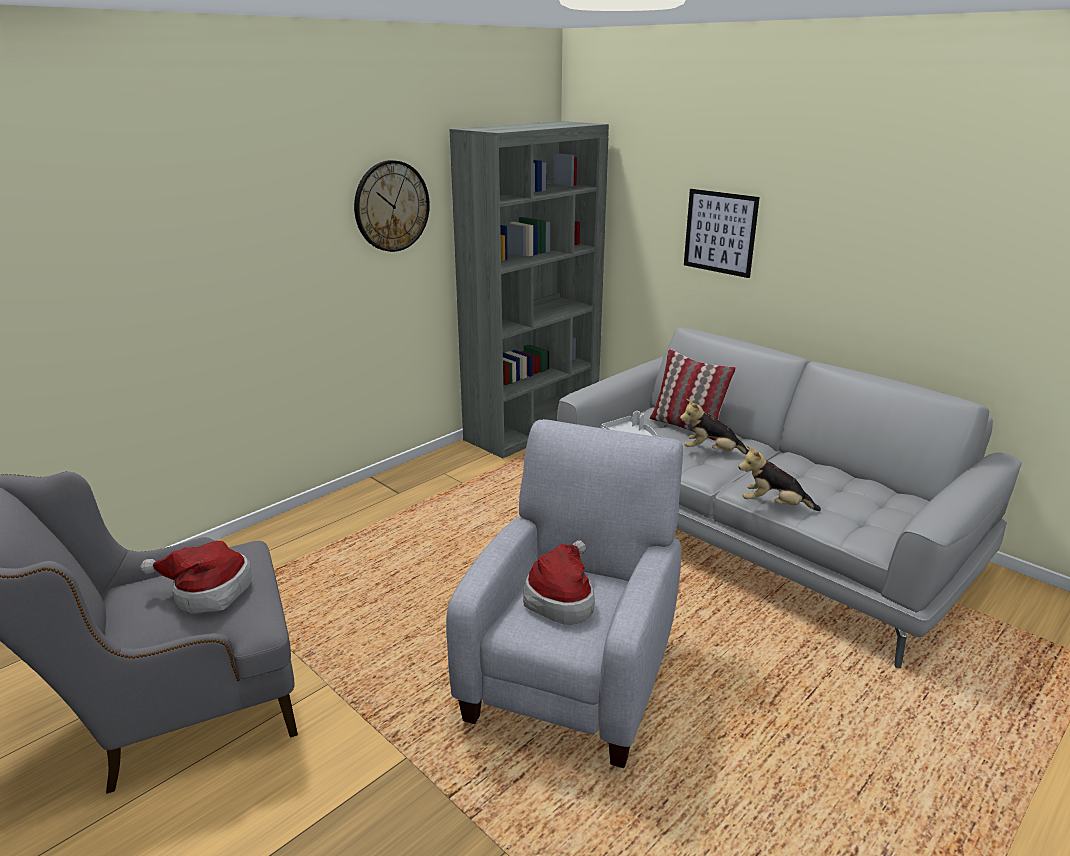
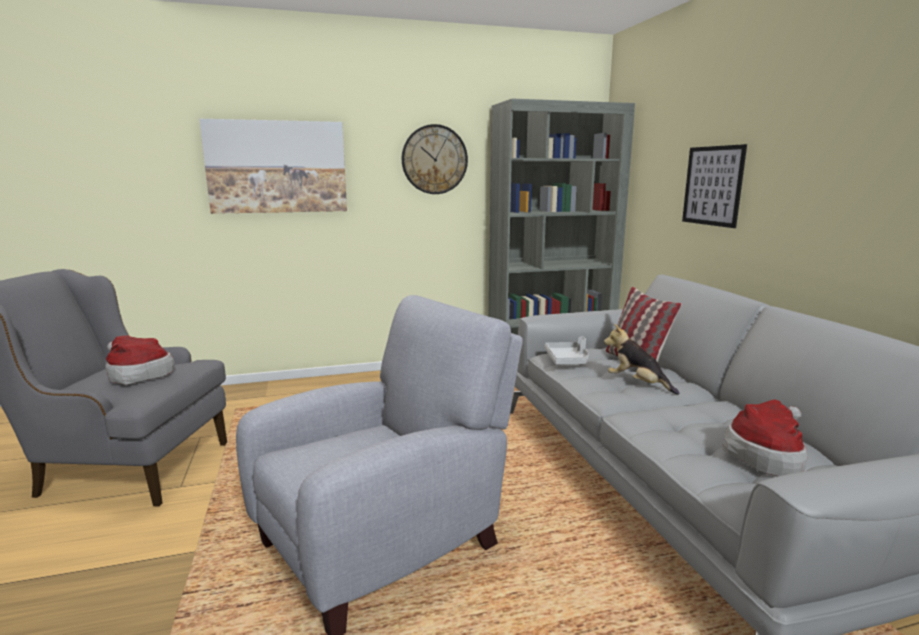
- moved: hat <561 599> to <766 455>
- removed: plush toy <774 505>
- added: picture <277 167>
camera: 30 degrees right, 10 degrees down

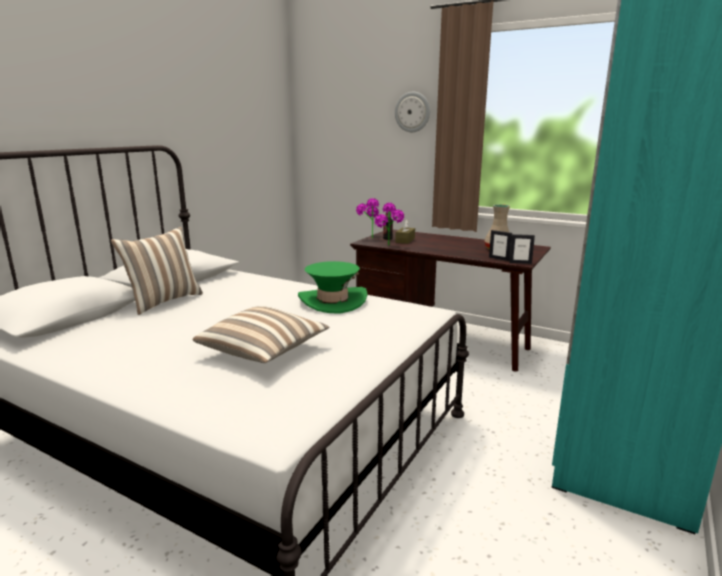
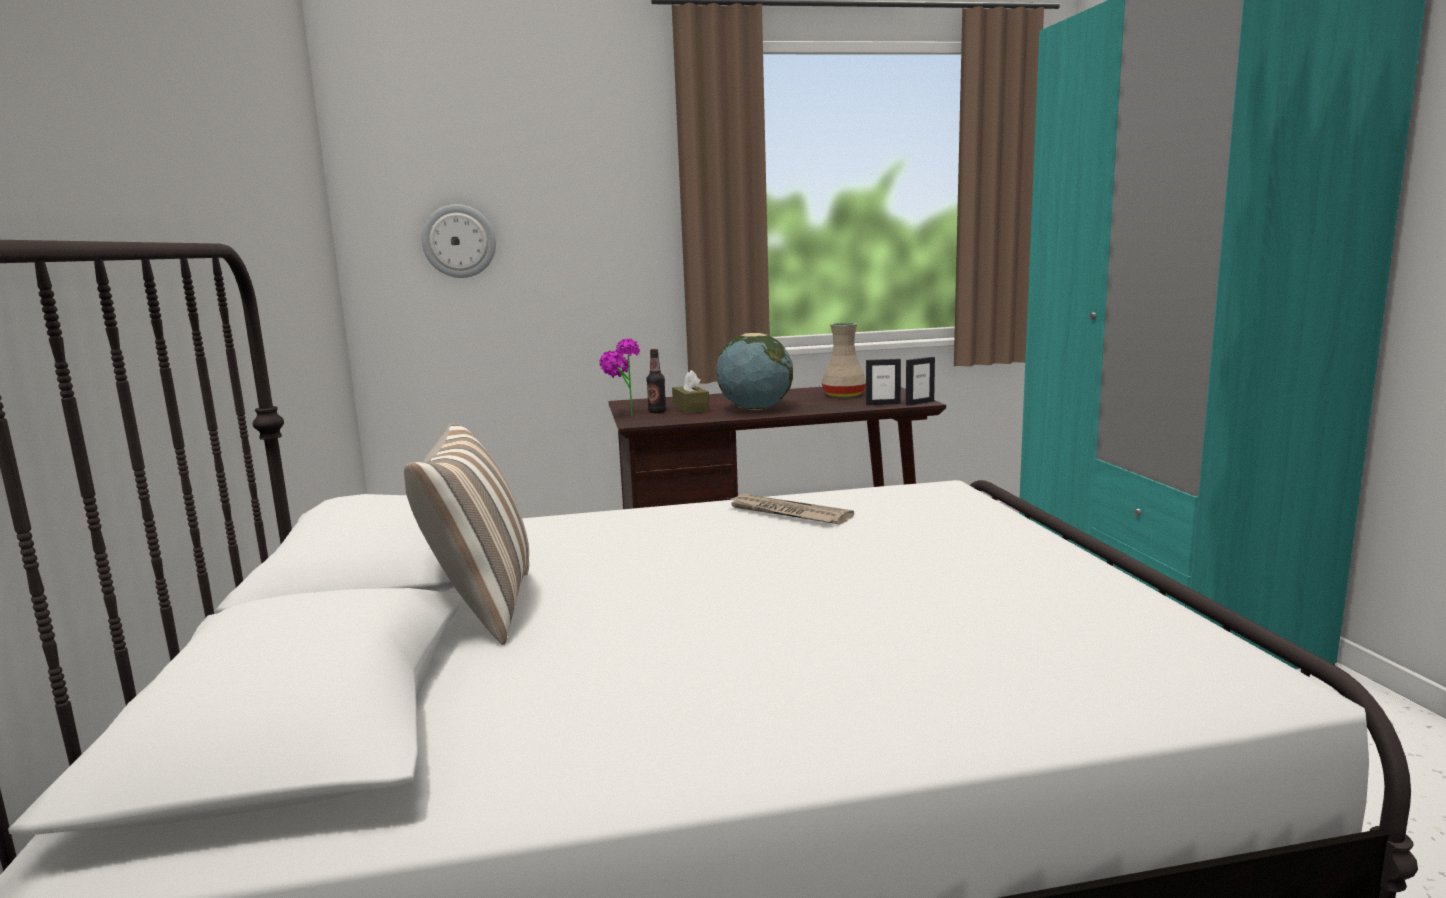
- removed: pillow <264 351>
- replaced: hat (green) <332 301> to newspaper <787 513>
- removed: potted plant <389 246>
- moved: wall clock <412 112> to <459 241>
- added: globe <755 409>
camera: 40 degrees left, 5 degrees down

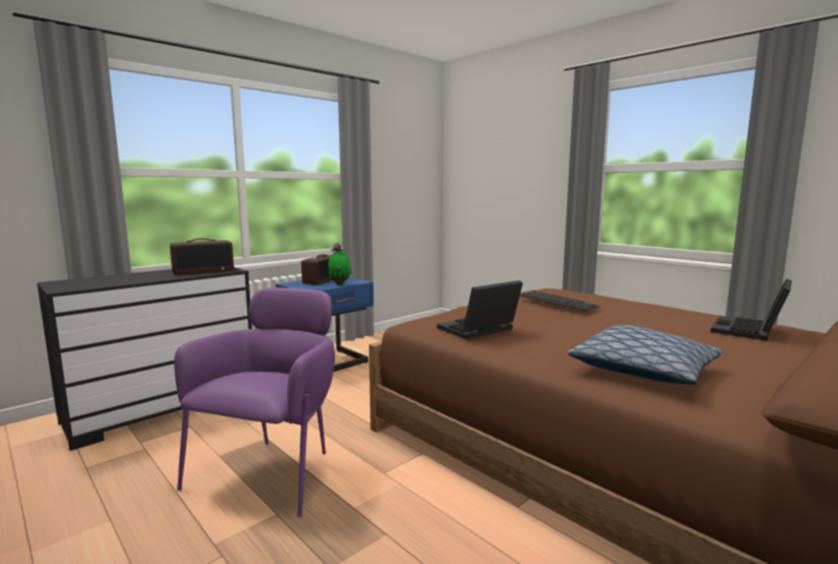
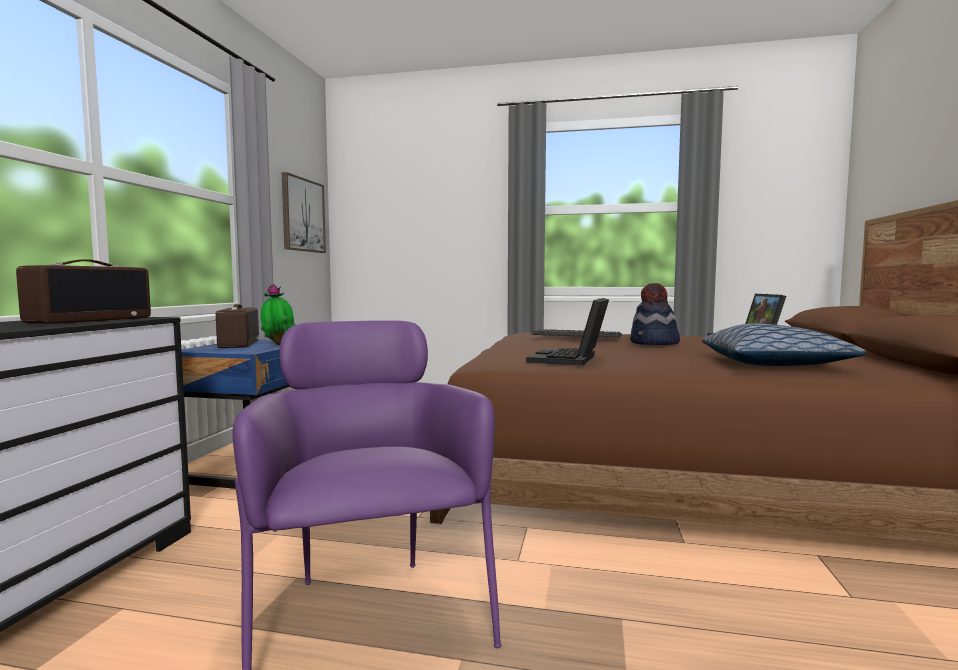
- added: picture <302 215>
- added: hat <654 343>
camera: 35 degrees left, 5 degrees down

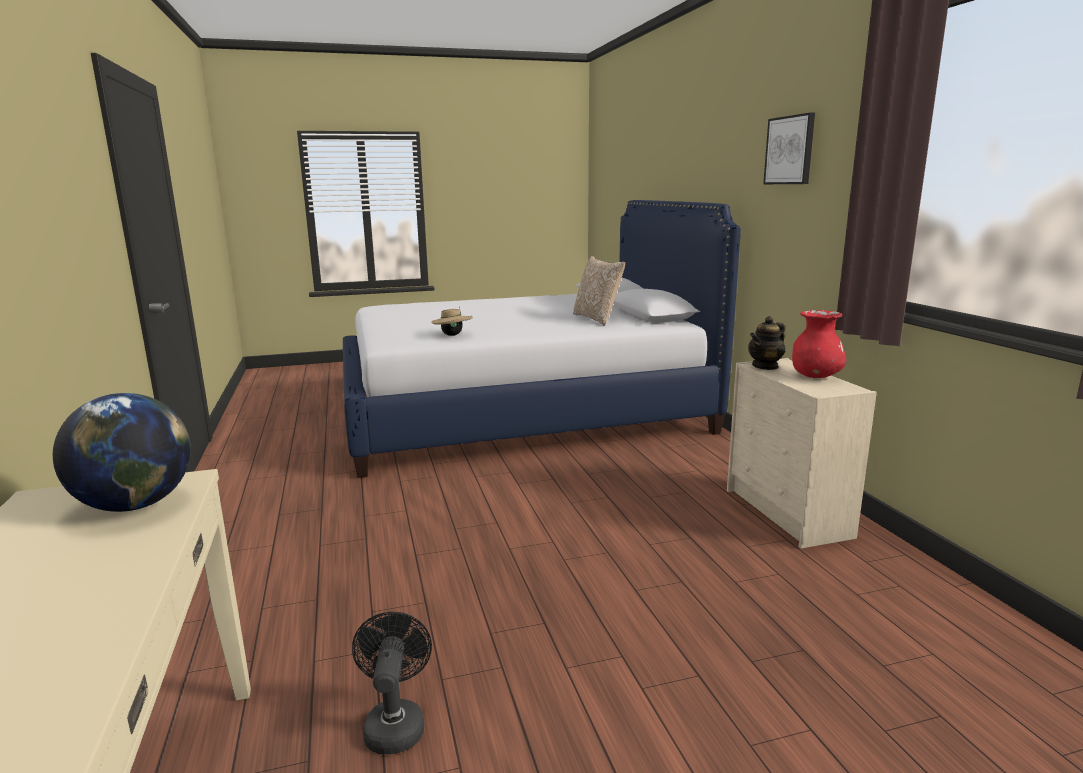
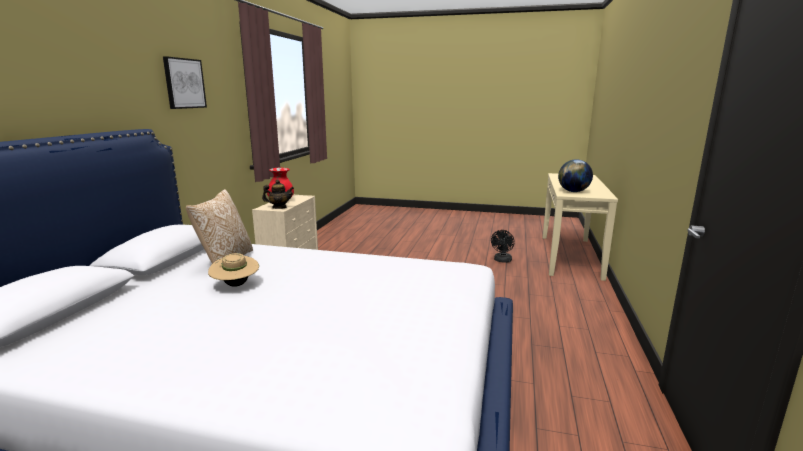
- moved: hat (beige) <452 335> to <235 285>
camera: 150 degrees left, 0 degrees up

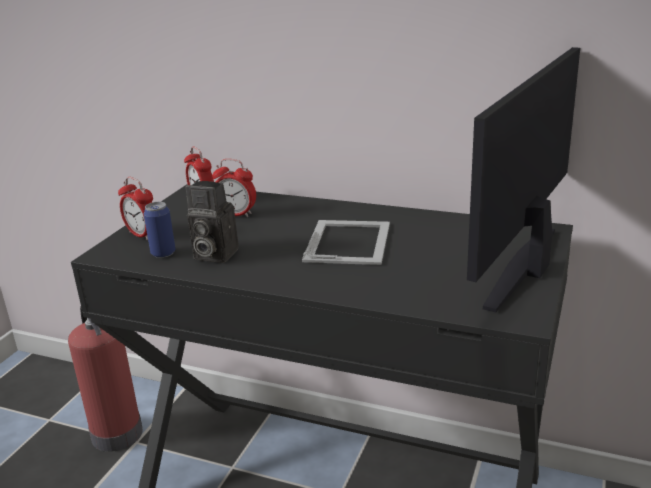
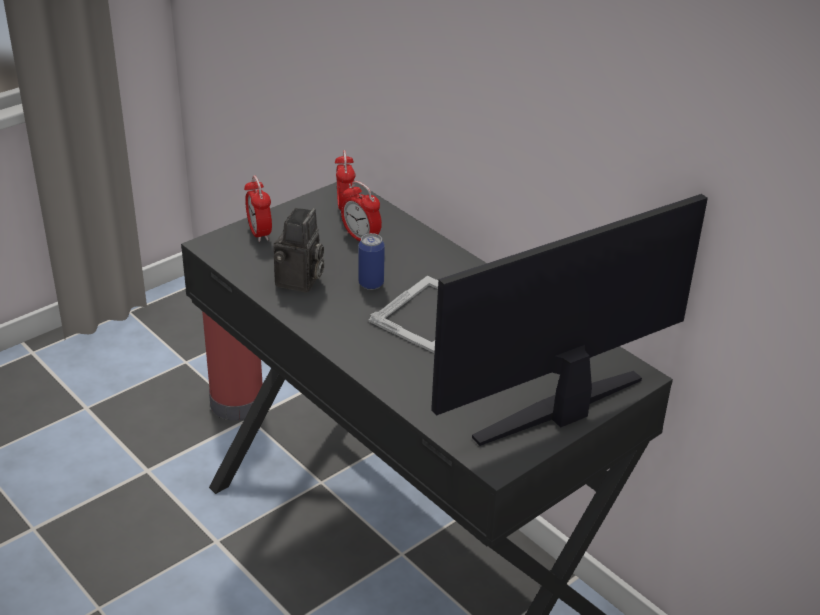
- moved: can <163 253> to <371 283>
- turned: photo camera <212 255> = <300 282> 120 degrees counterclockwise
camera: 25 degrees right, 10 degrees up

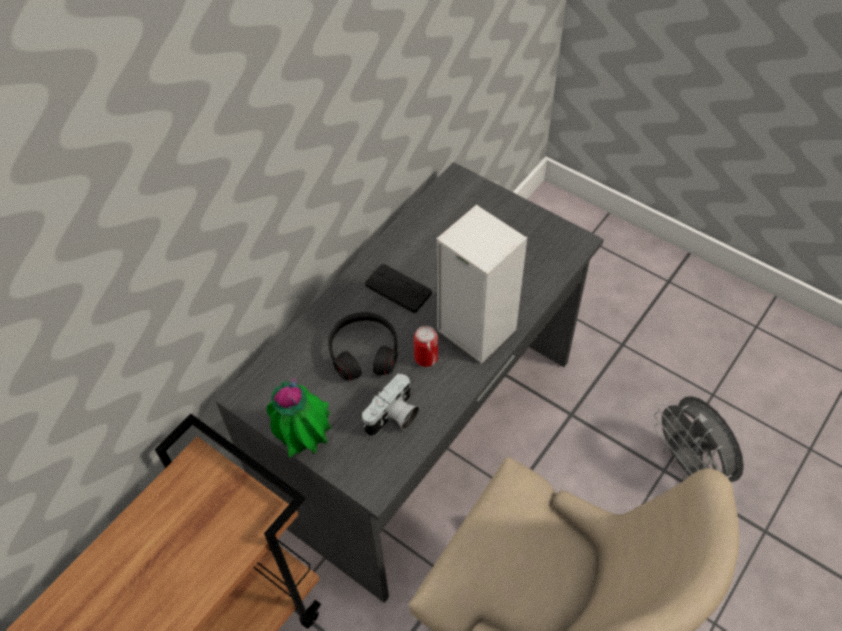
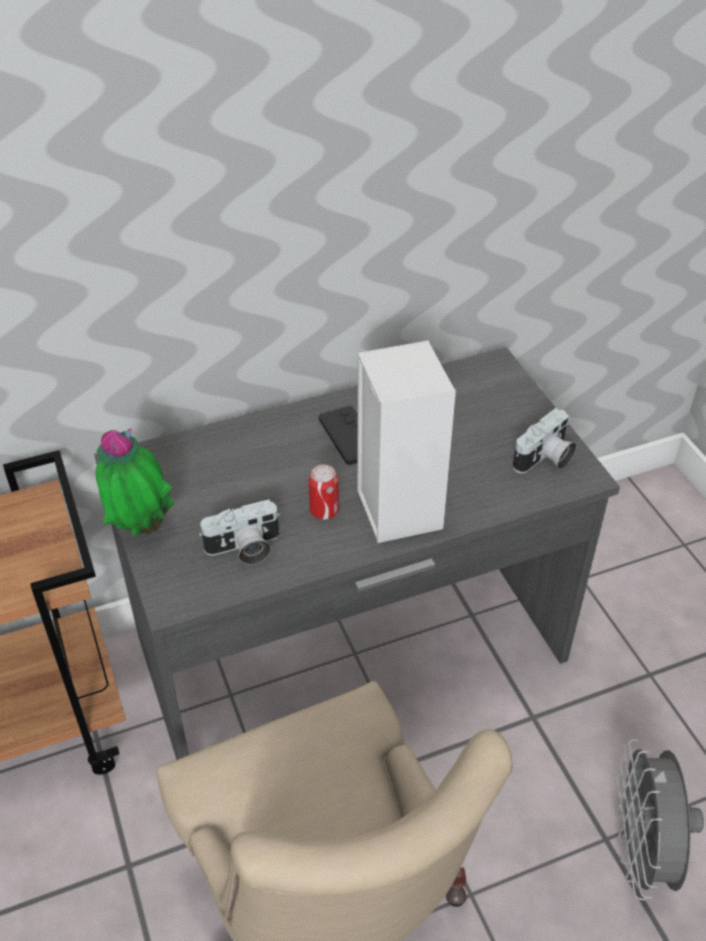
- removed: headphones (black) <364 352>
- added: photo camera <545 459>
camera: 30 degrees right, 10 degrees down

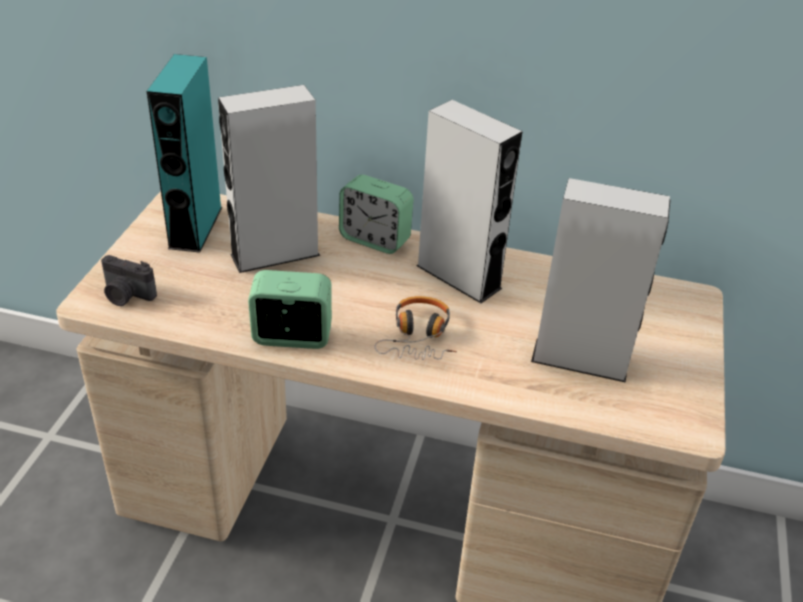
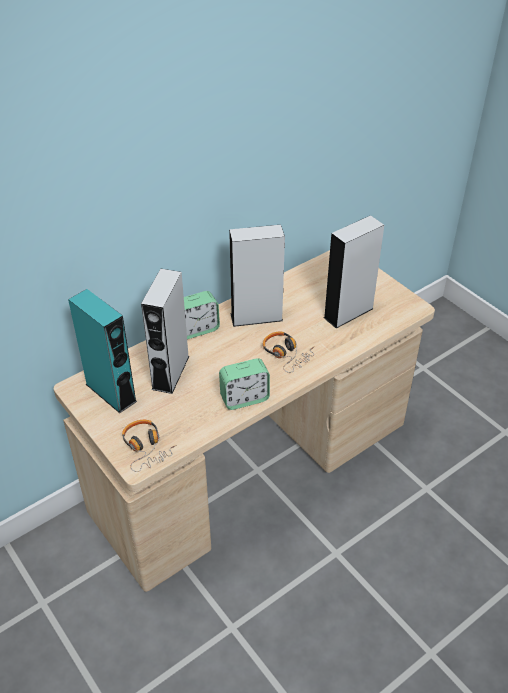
- replaced: photo camera <126 295> to headphones <146 448>
- turned: alarm clock <292 337> = <244 398> 150 degrees counterclockwise
camera: 50 degrees left, 5 degrees up

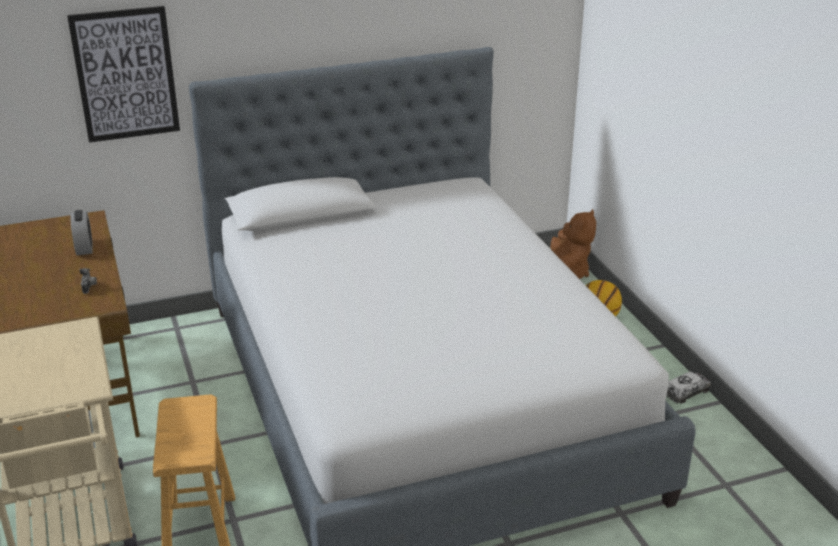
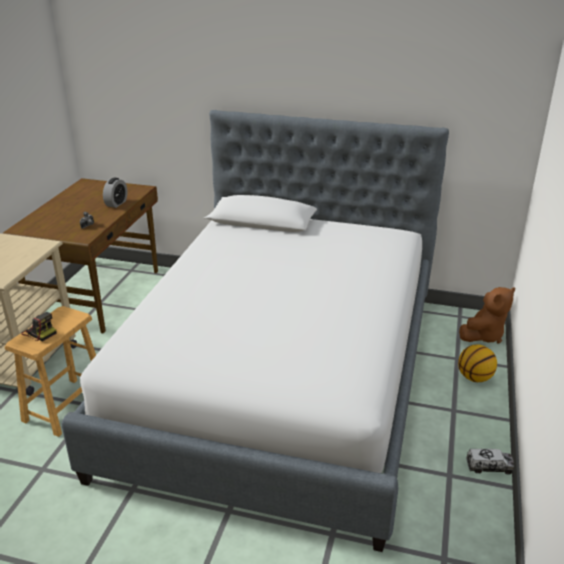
- removed: picture <125 74>
- added: photo camera <39 332>
camera: 35 degrees right, 0 degrees up

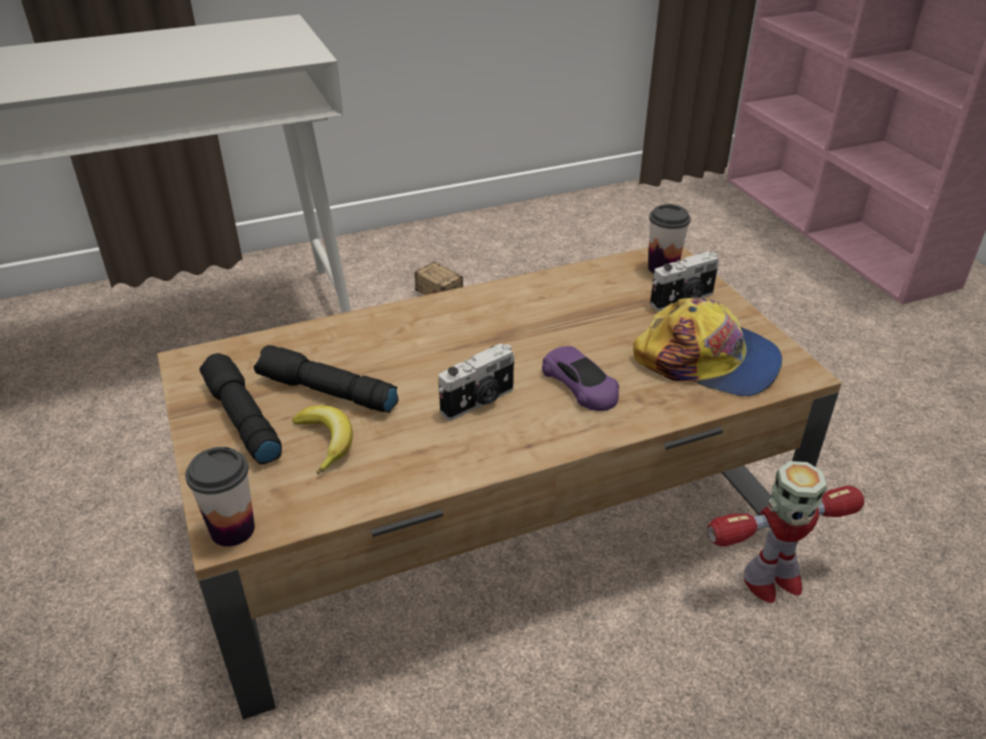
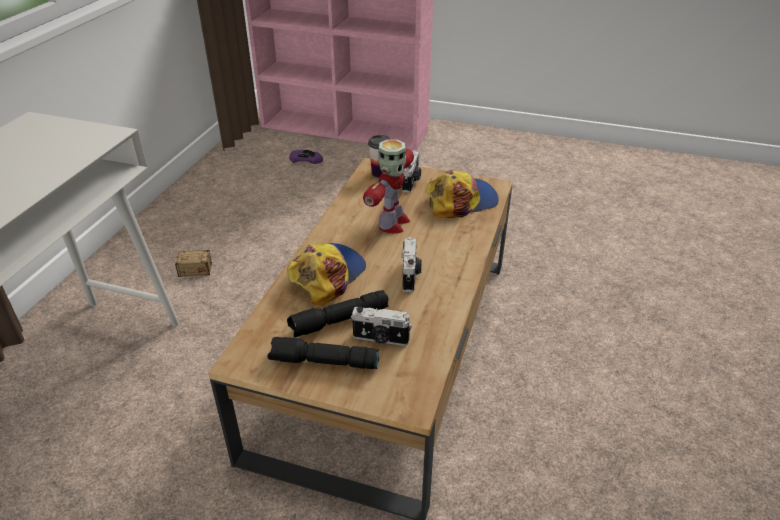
- removed: cup <232 530>
- replaced: banana <326 441> to photo camera <380 339>
- moved: toy car (purple) <581 385> to <306 160>
- moved: toy robot <771 580> to <392 224>
- added: cap <326 275>
camera: 50 degrees left, 0 degrees up

